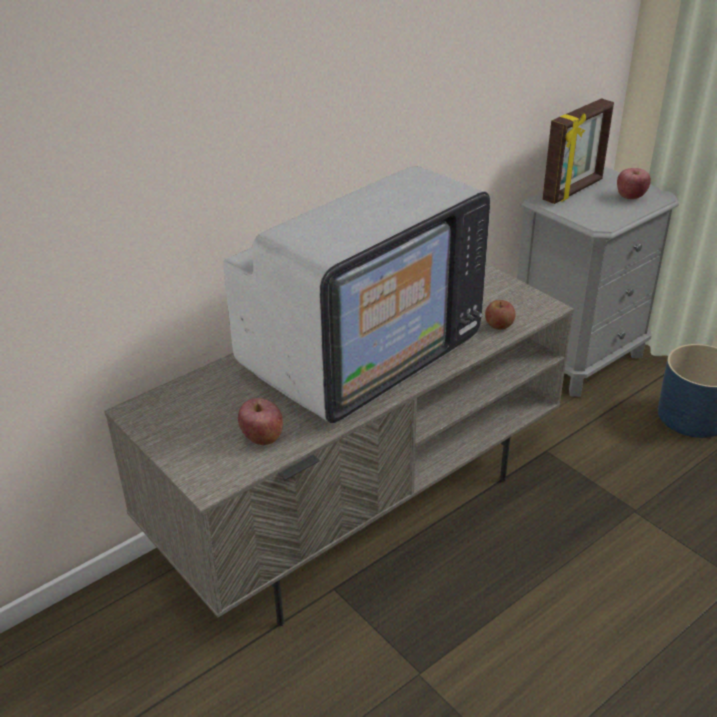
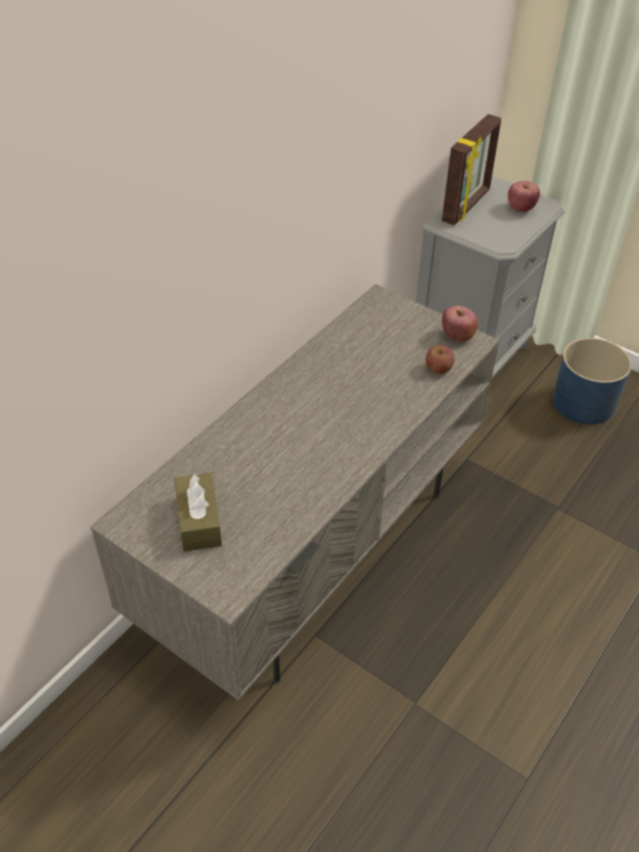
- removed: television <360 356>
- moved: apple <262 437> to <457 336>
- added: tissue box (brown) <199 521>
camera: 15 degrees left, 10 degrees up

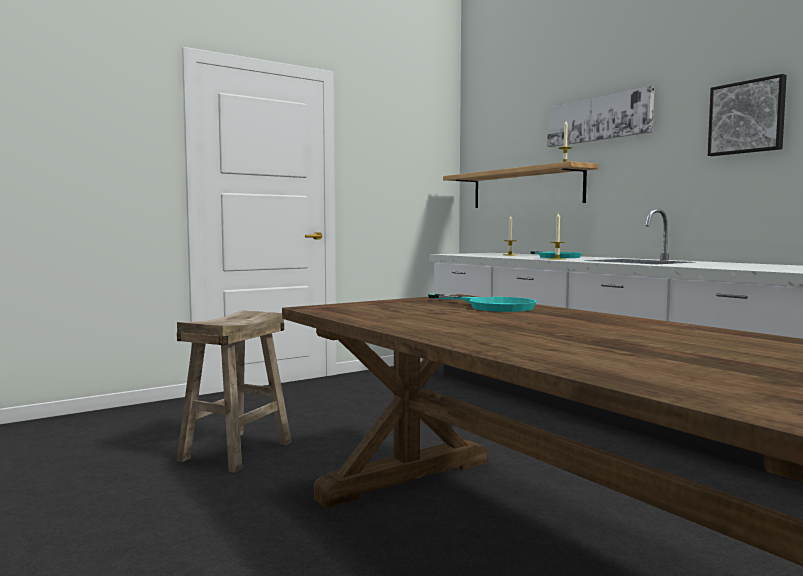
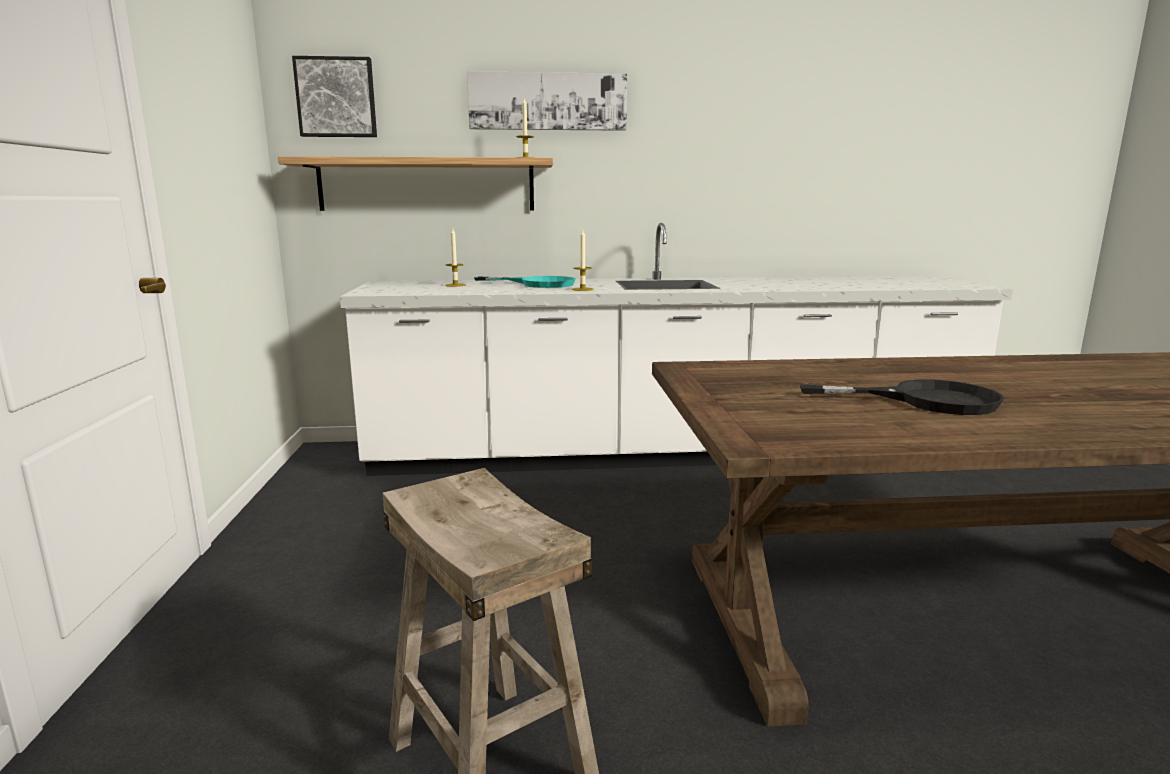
- removed: frying pan (turquoise) <491 306>
- moved: picture <747 117> to <336 98>
- added: frying pan (black) <925 400>
camera: 60 degrees left, 10 degrees up

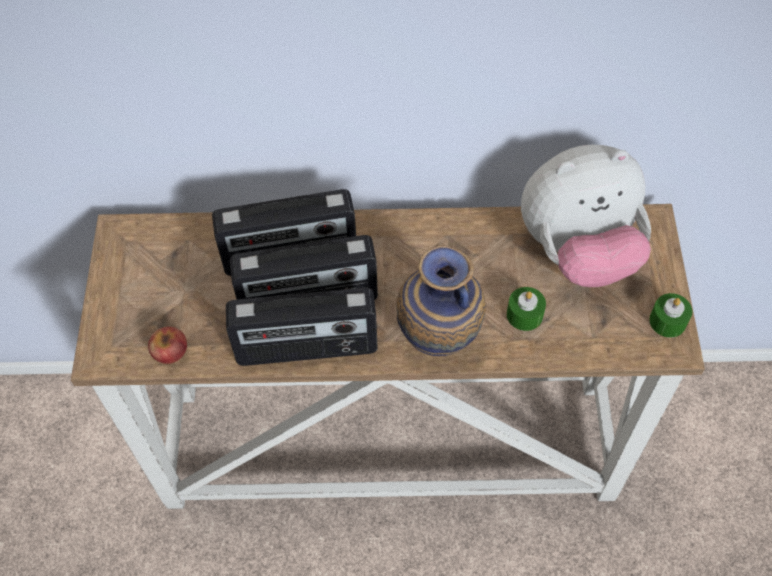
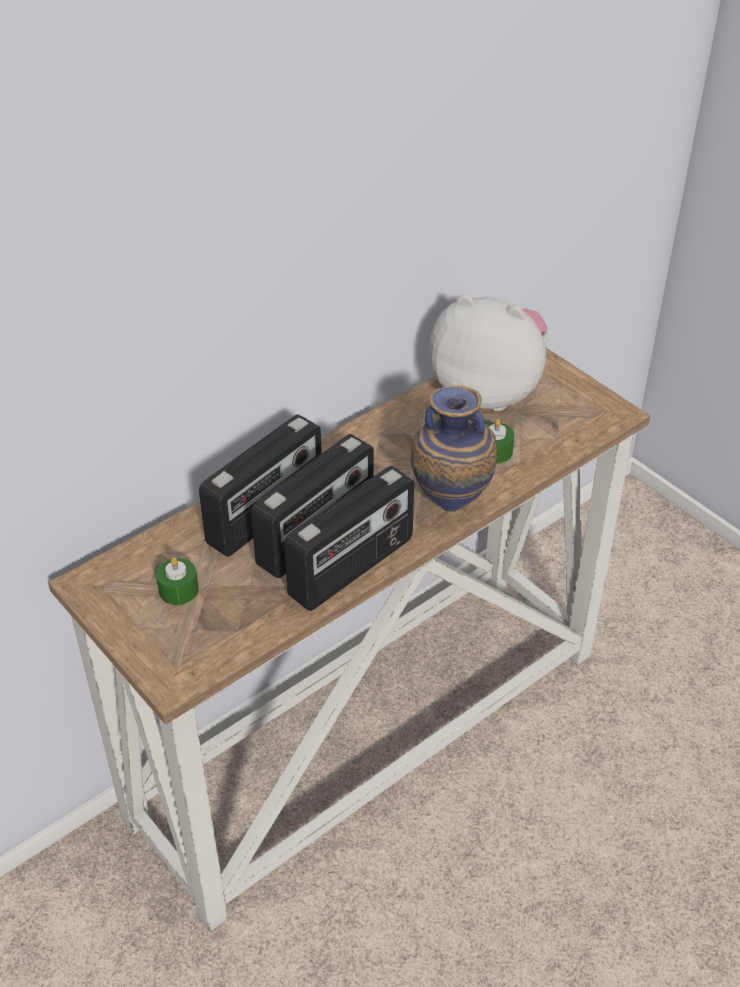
- removed: apple <170 351>
- turned: plush toy <578 251> = <488 391> 105 degrees counterclockwise
- moved: candle (green) <667 321> to <178 590>
camera: 40 degrees left, 15 degrees down

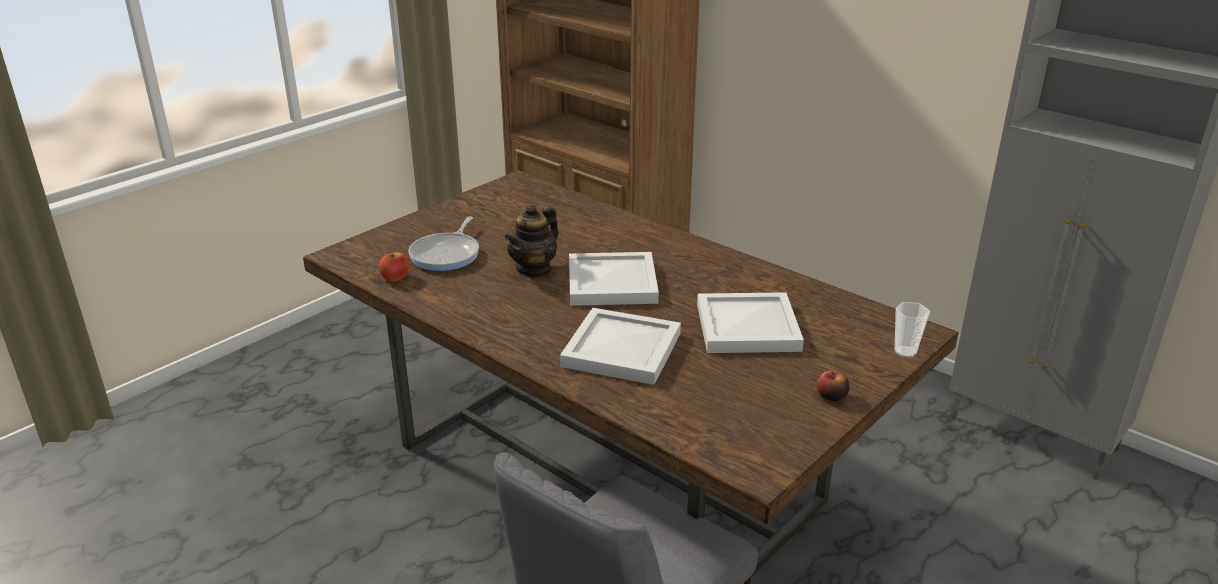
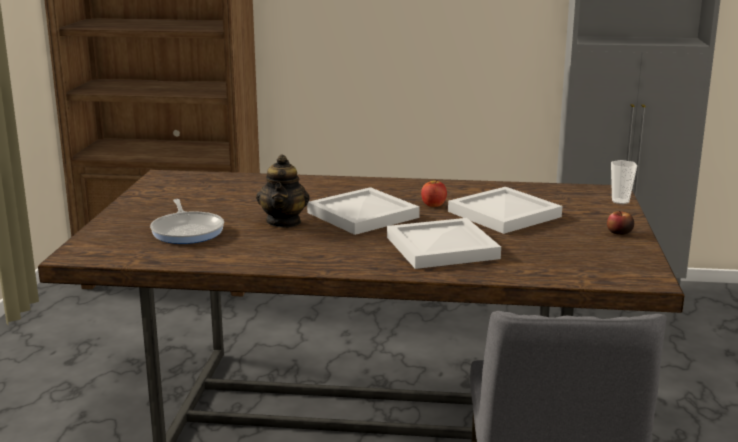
- moved: apple <395 278> to <433 204>
camera: 35 degrees left, 10 degrees down

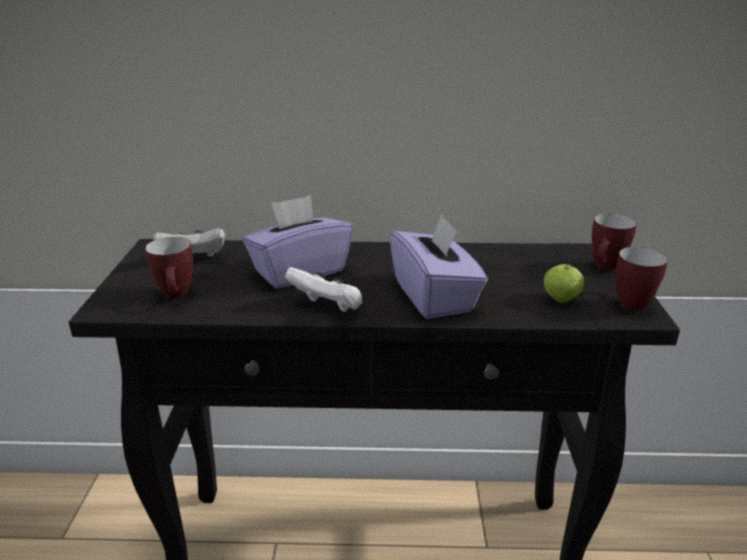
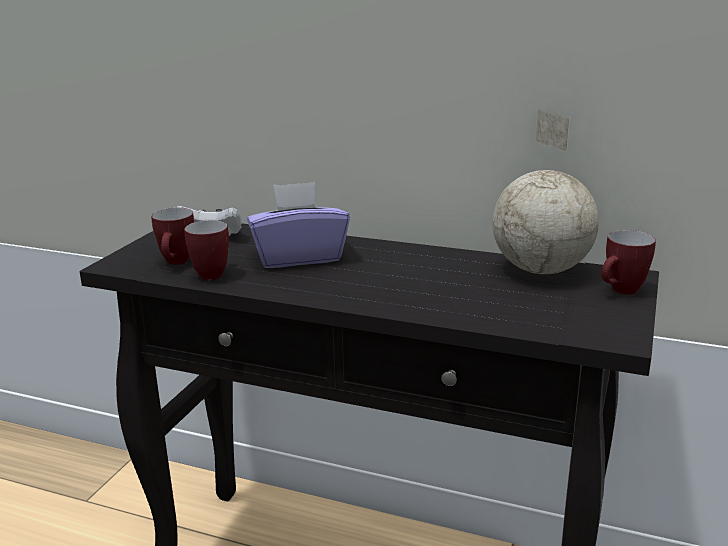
- removed: game controller (white) <328 307>
- removed: tissue box (purple) <434 296>
- removed: apple <561 299>
- moved: mug <628 302> to <213 273>
- added: globe <541 269>
camera: 20 degrees right, 5 degrees down

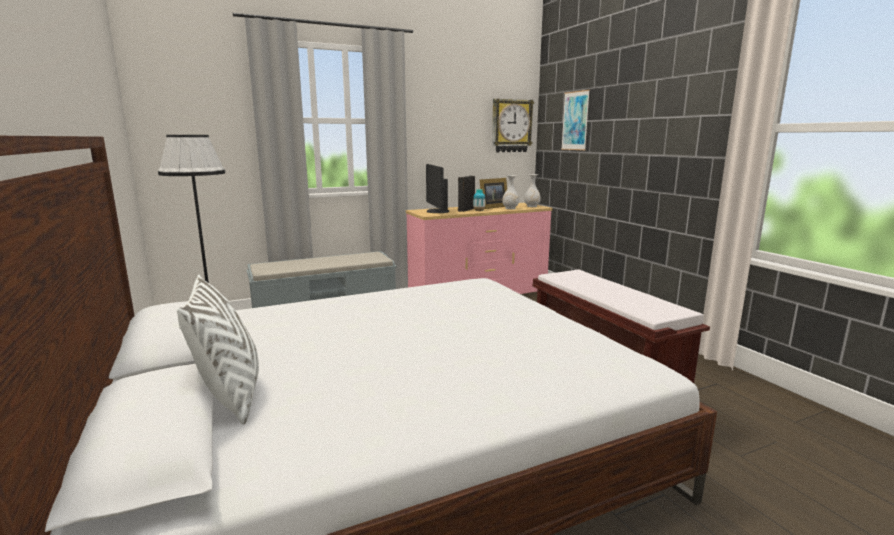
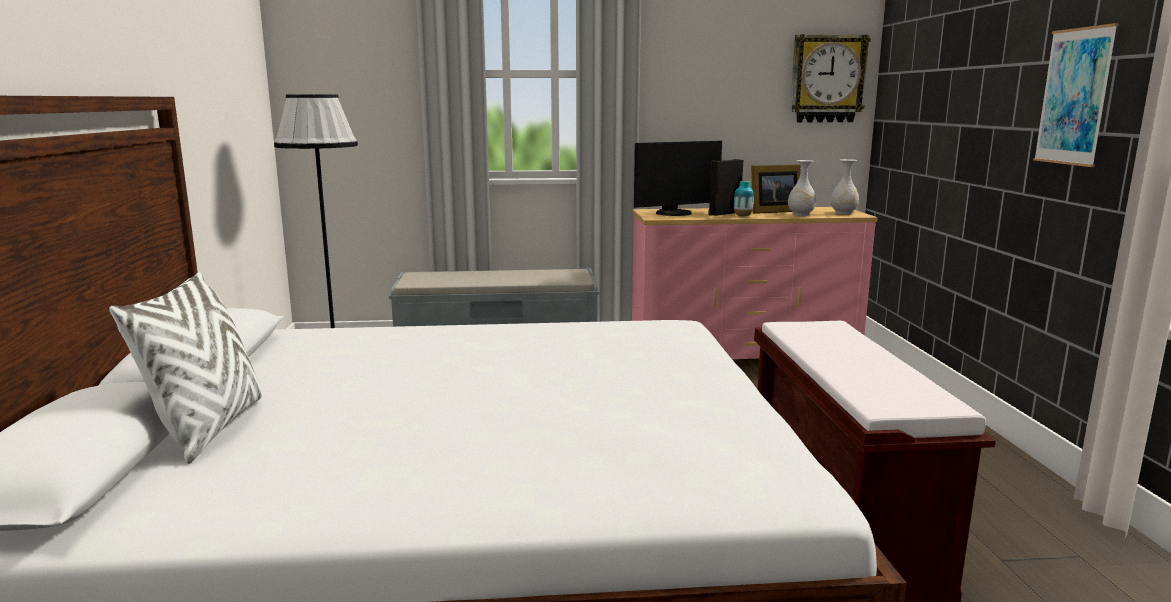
- turned: monitor <436 211> = <675 213> 120 degrees counterclockwise
- moved: picture <575 121> to <1074 97>
camera: 20 degrees right, 0 degrees up

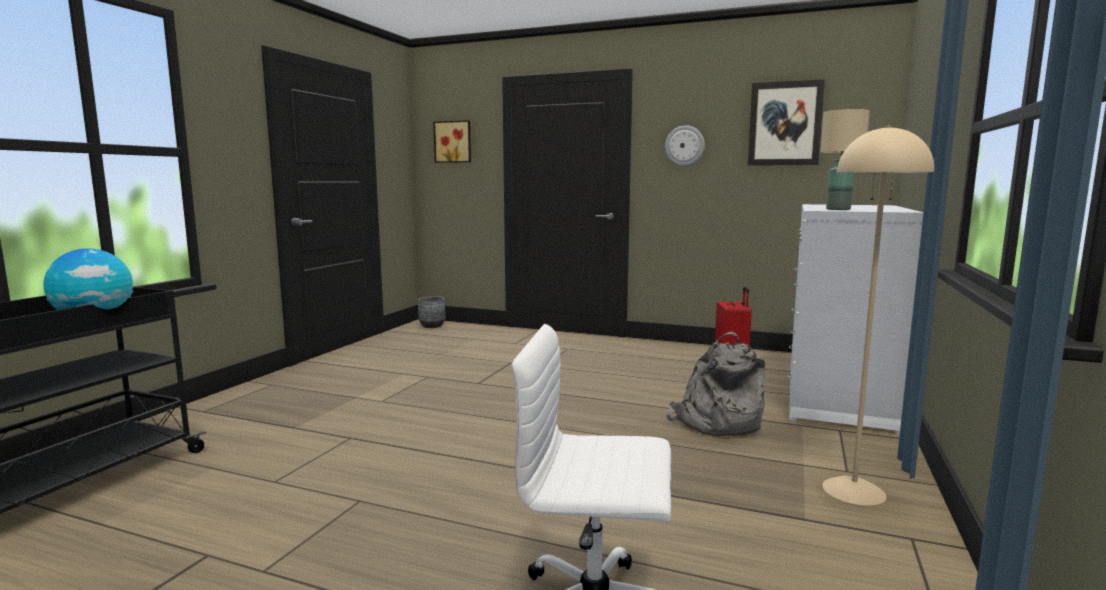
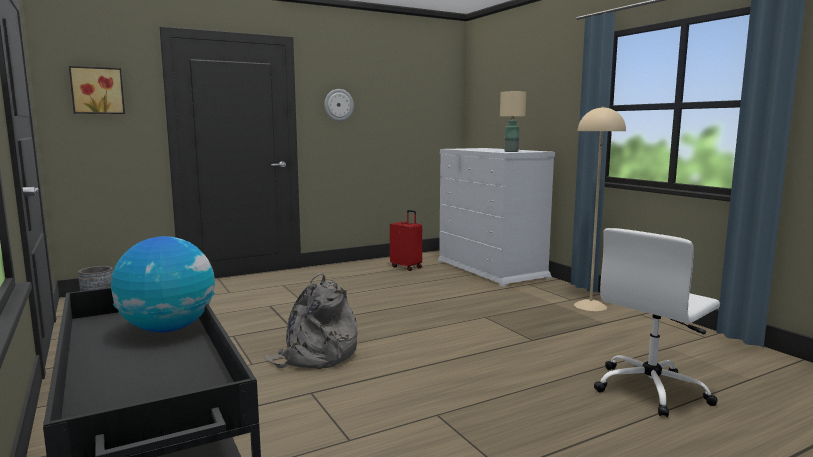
- moved: backpack (grey) <716 423> to <316 356>
- removed: picture <785 124>
camera: 50 degrees left, 0 degrees up

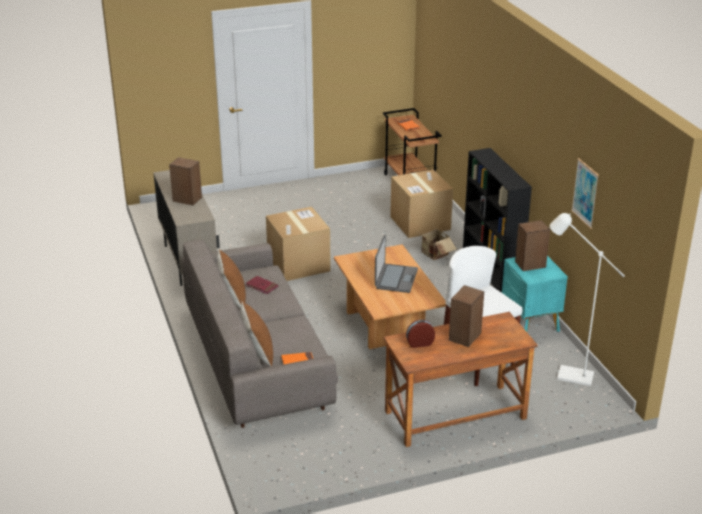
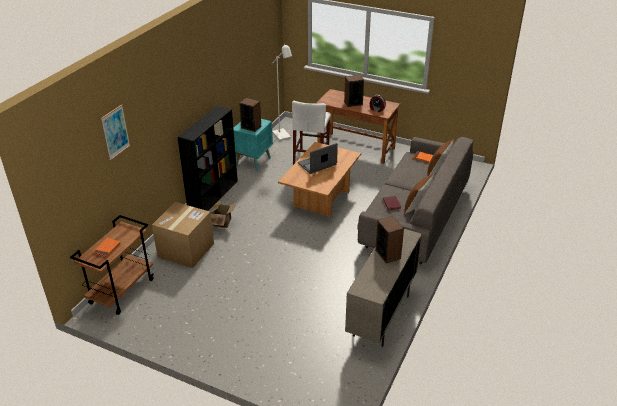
- removed: cardboard box <298 264>
- moved: picture <585 193> to <115 132>
camera: 135 degrees left, 5 degrees up

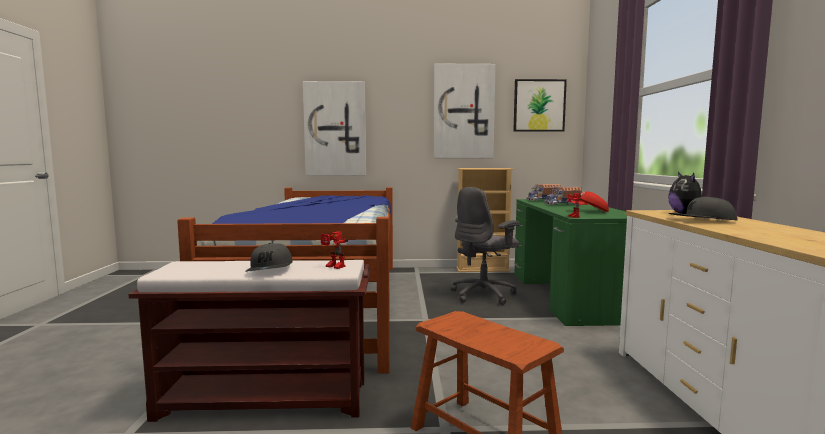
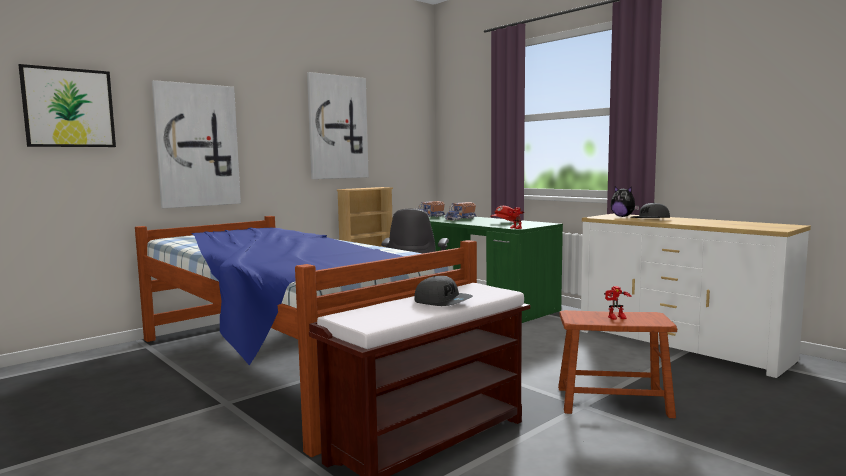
- moved: toy robot <332 267> to <616 318>
- moved: picture <539 105> to <69 108>
camera: 40 degrees left, 0 degrees up

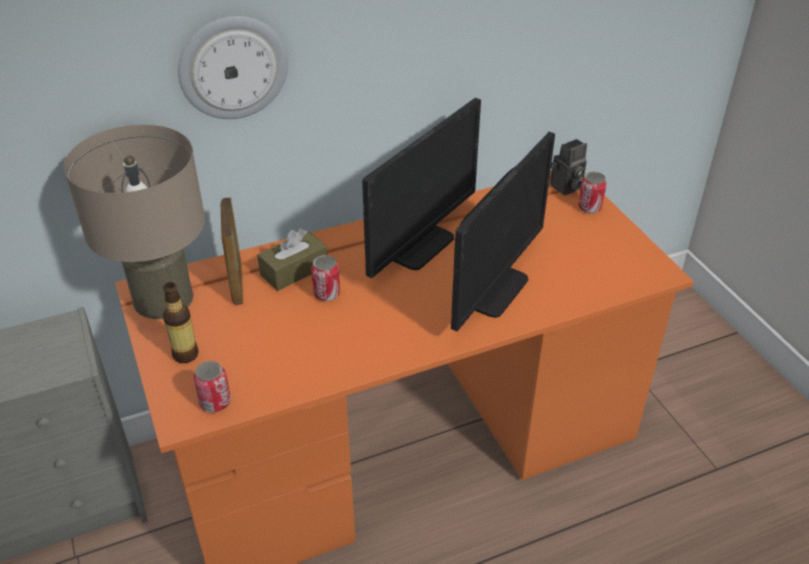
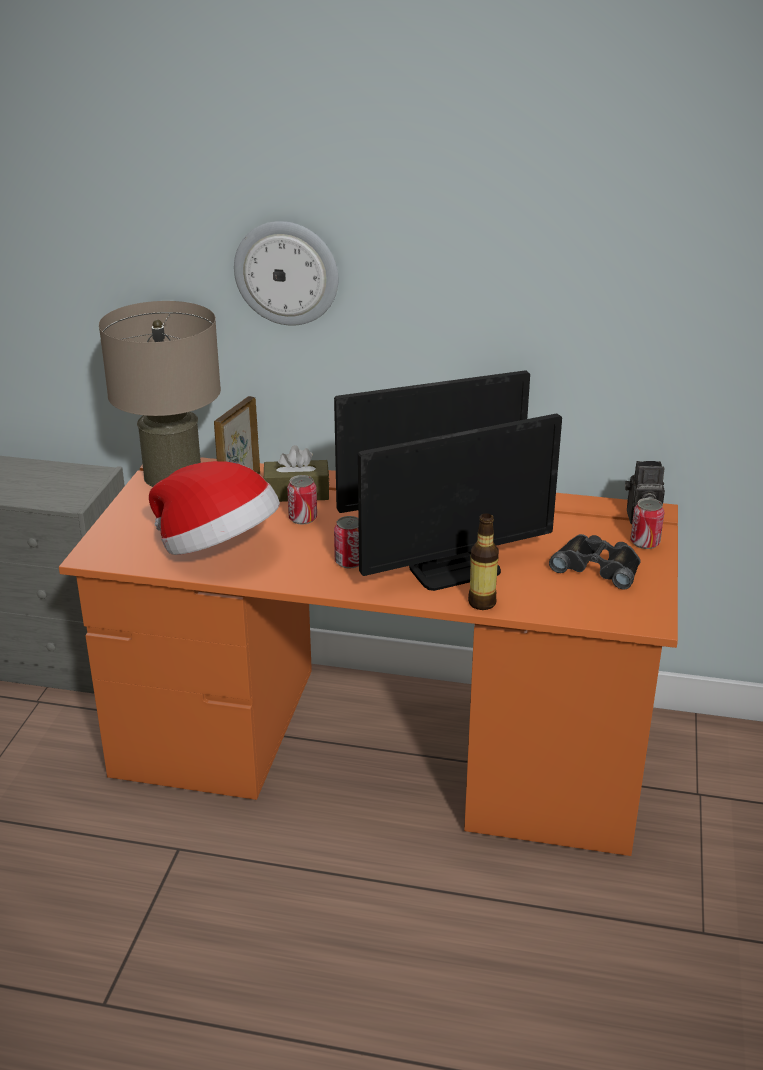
- moved: bottle <185 355> to <482 603>
- moved: can <215 402> to <349 561>
- added: hat <218 548>
- added: binoculars (black) <598 567>
camera: 35 degrees right, 10 degrees down

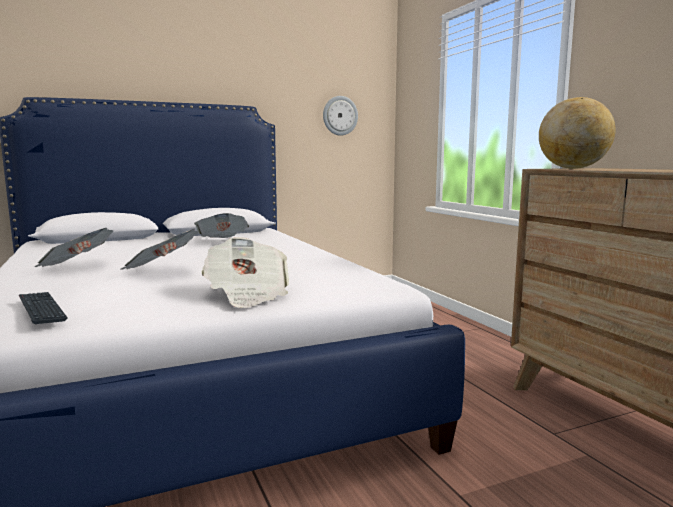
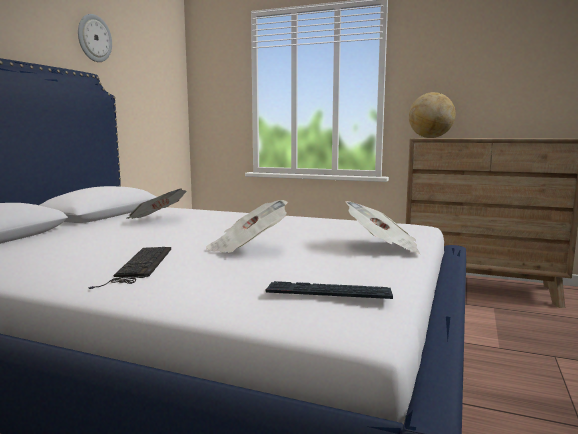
- replaced: newspaper <76 267> to keyboard <140 266>
- moved: wall clock <340 115> to <94 38>
camera: 45 degrees left, 0 degrees up

